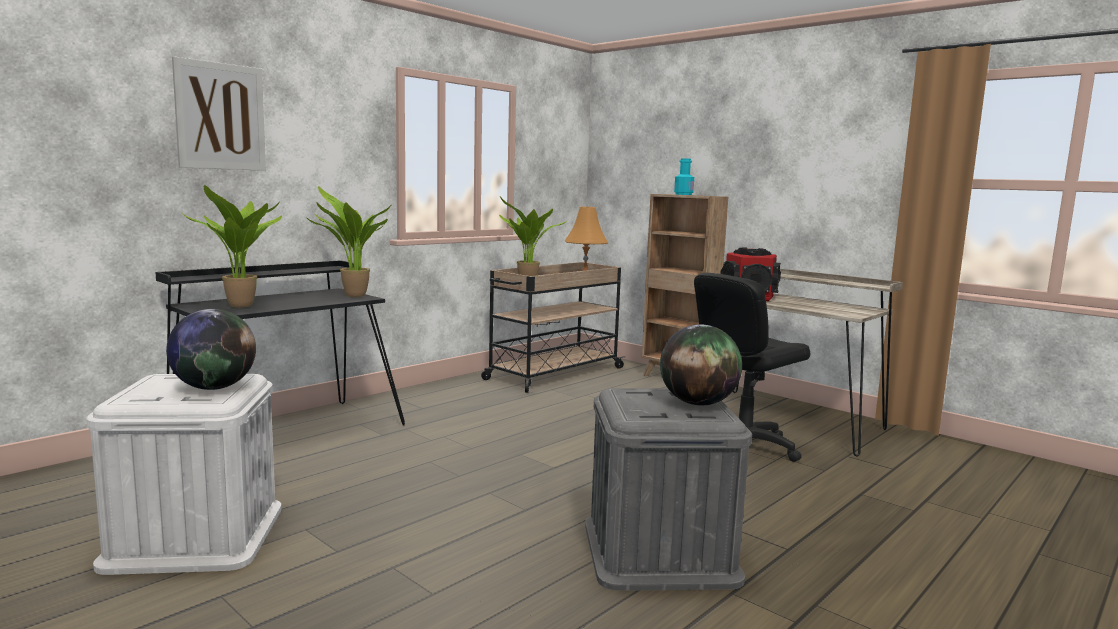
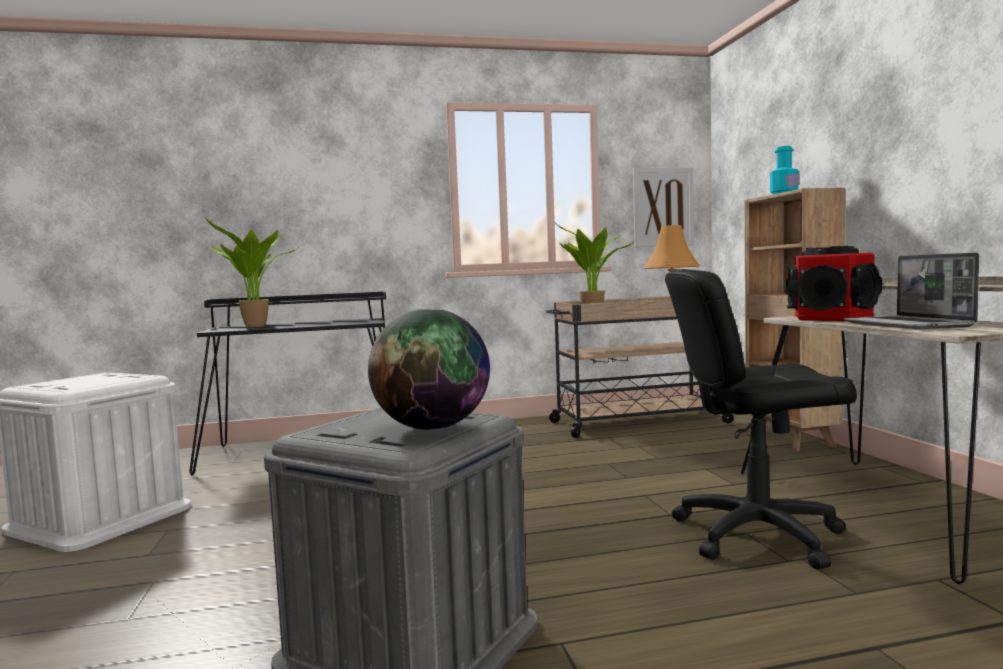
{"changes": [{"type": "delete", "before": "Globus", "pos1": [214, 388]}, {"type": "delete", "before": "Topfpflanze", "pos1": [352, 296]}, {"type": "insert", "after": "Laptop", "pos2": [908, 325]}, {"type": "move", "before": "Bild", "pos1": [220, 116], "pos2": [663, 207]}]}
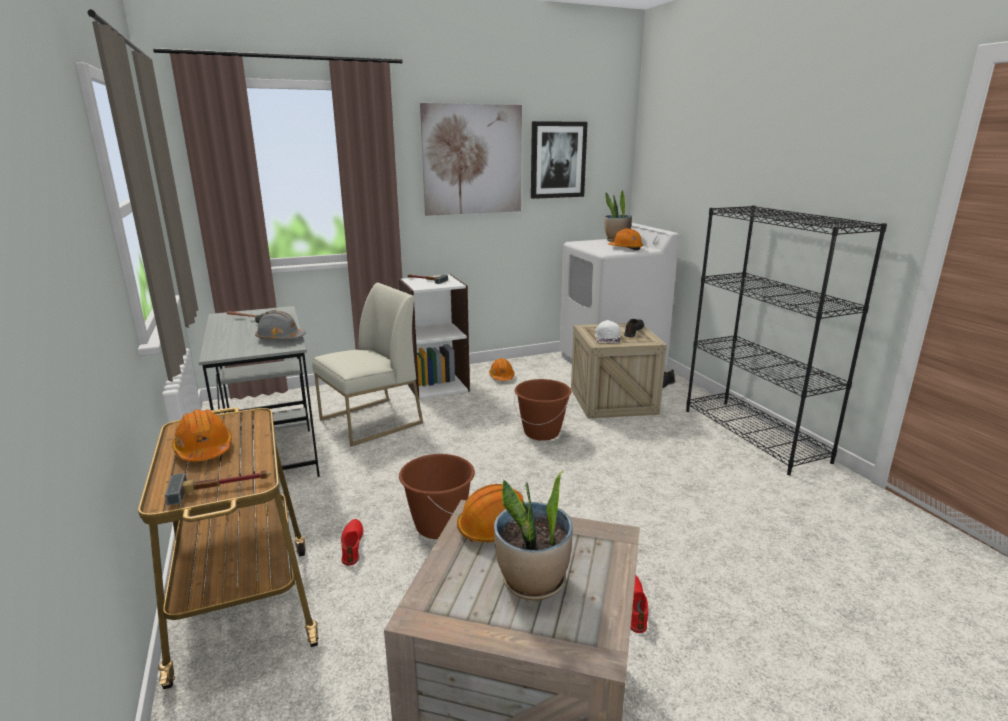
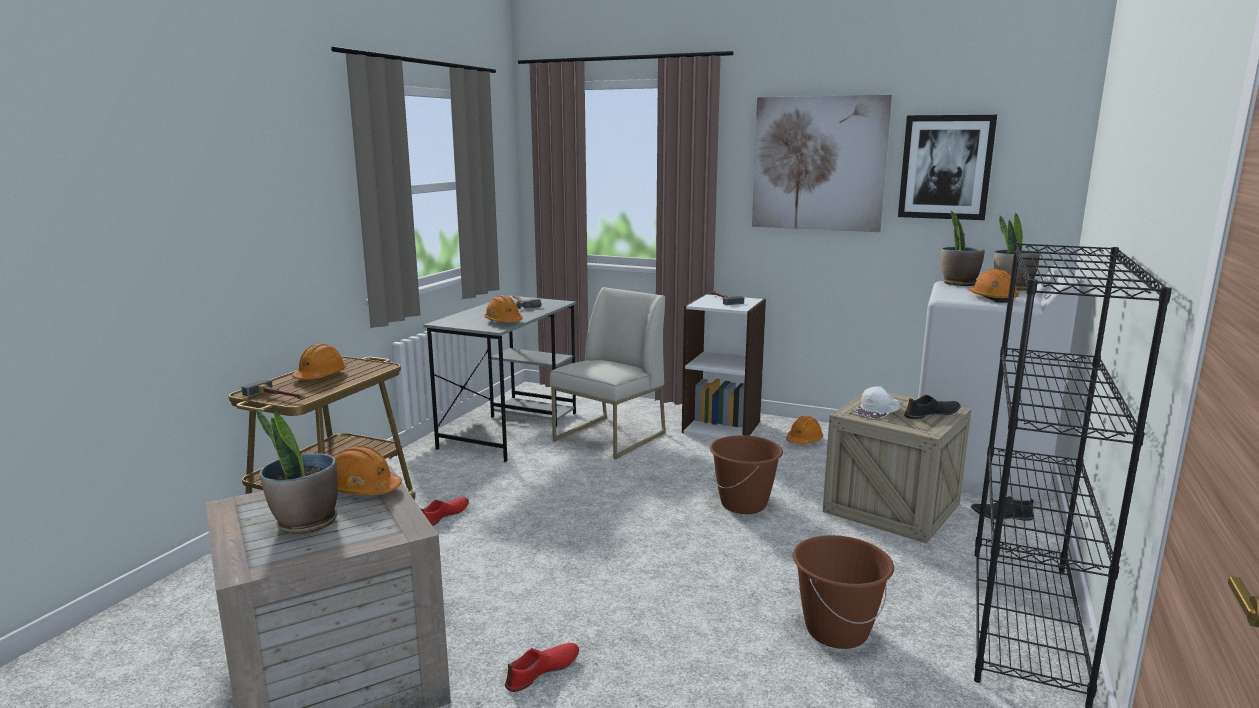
{"changes": [{"type": "insert", "after": "Topfpflanze", "pos2": [958, 284]}, {"type": "move", "before": "Eimer/braun", "pos1": [438, 525], "pos2": [836, 630]}, {"type": "recolor", "before": "Schutzhelm/grau", "after": "Schutzhelm/orange", "pos1": [280, 338], "pos2": [504, 321]}, {"type": "rotate", "before": "Stuhl/weiß", "pos1": [370, 422], "pos2": [610, 437], "turn": -60}]}
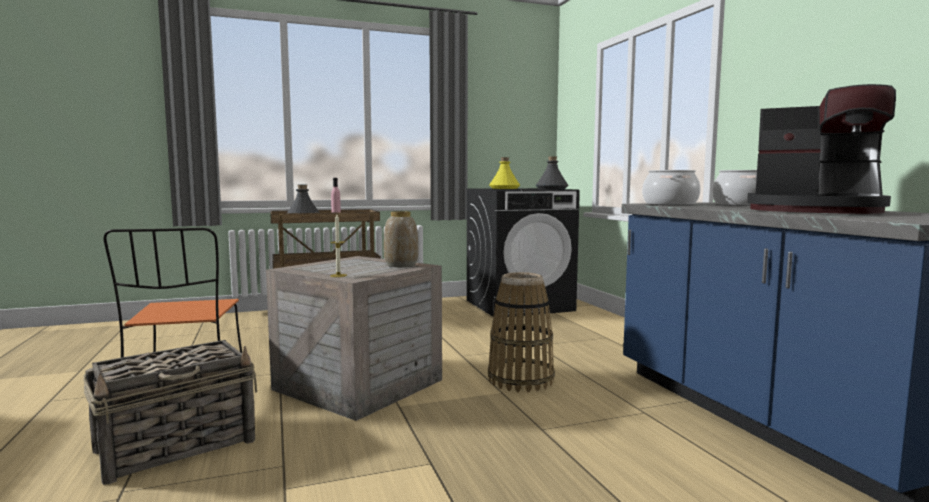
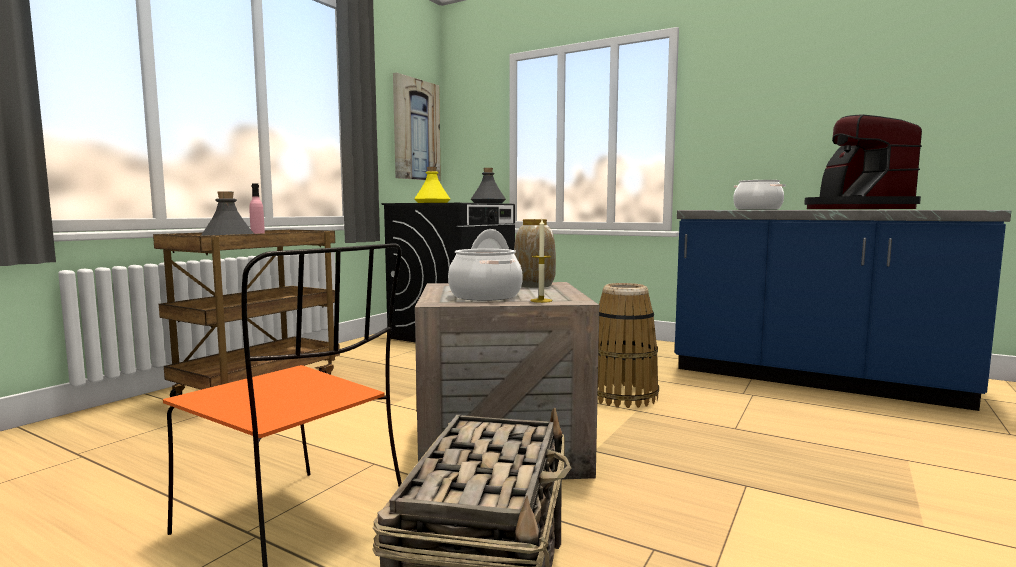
{"changes": [{"type": "insert", "after": "Bild", "pos2": [416, 130]}, {"type": "move", "before": "Kochtopf", "pos1": [669, 204], "pos2": [485, 296]}, {"type": "rotate", "before": "Kaffeemaschine", "pos1": [814, 210], "pos2": [854, 209], "turn": 105}]}
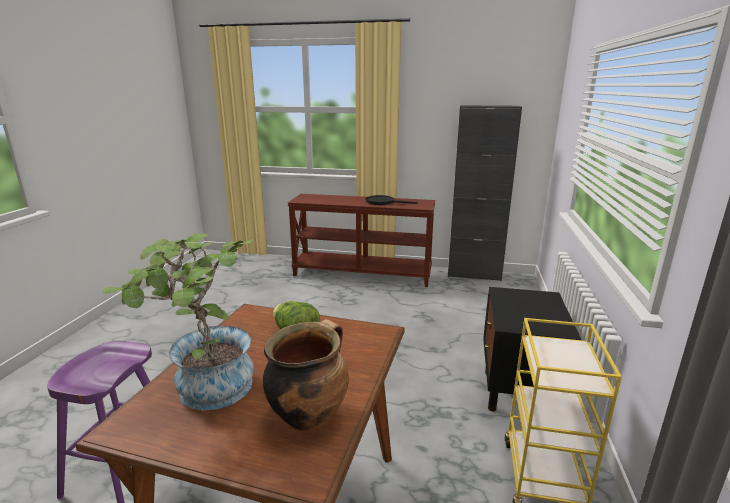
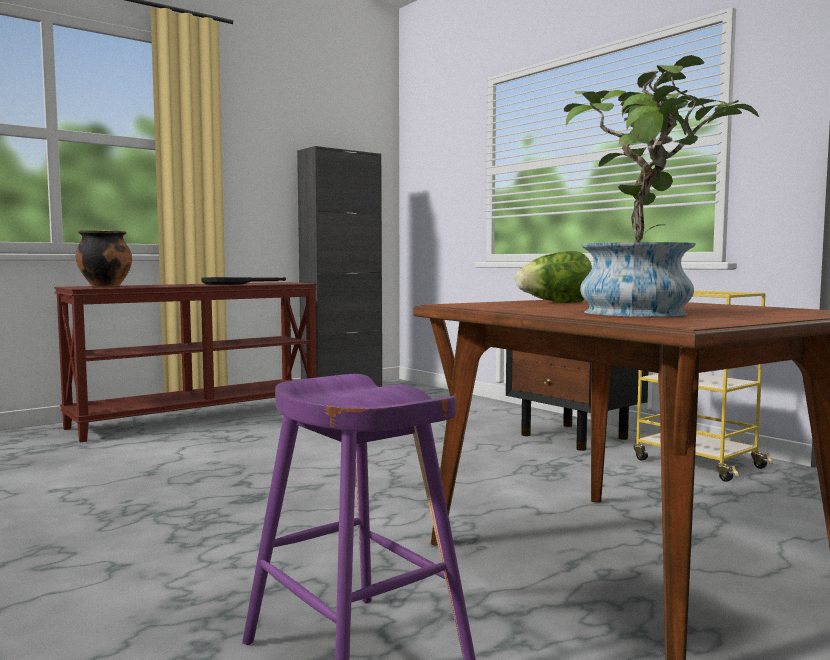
{"changes": [{"type": "move", "before": "Kochtopf", "pos1": [309, 414], "pos2": [105, 286]}]}
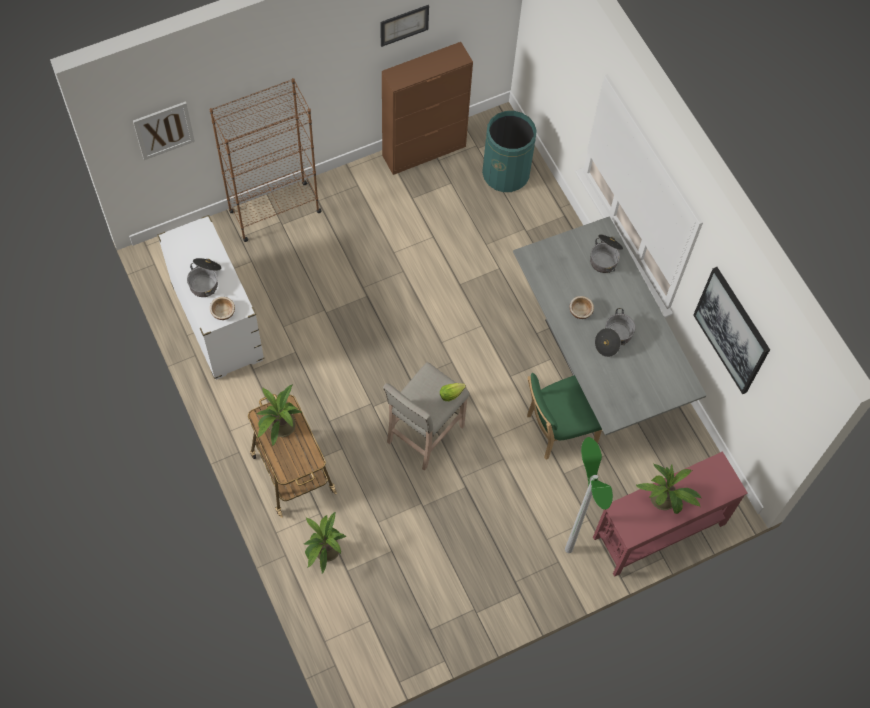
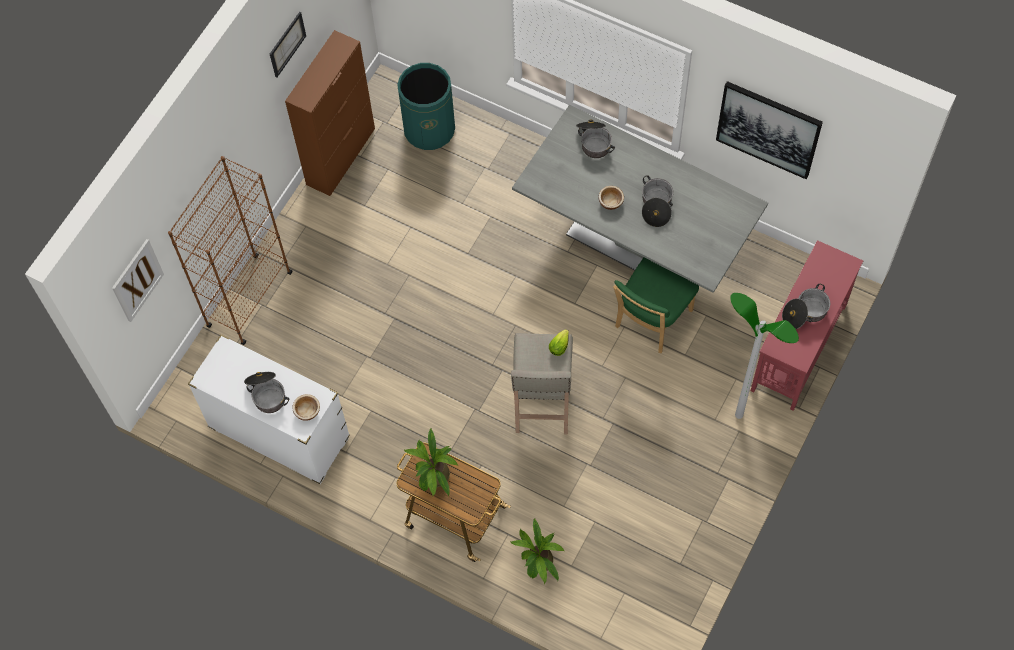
{"changes": [{"type": "replace", "before": "Topfpflanze", "after": "Kochtopf", "pos1": [665, 501], "pos2": [805, 313]}]}
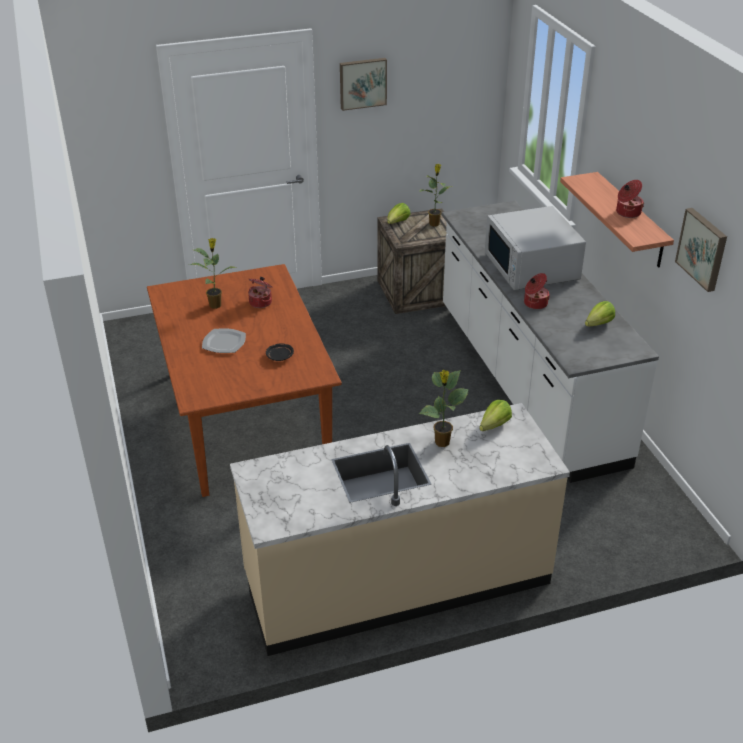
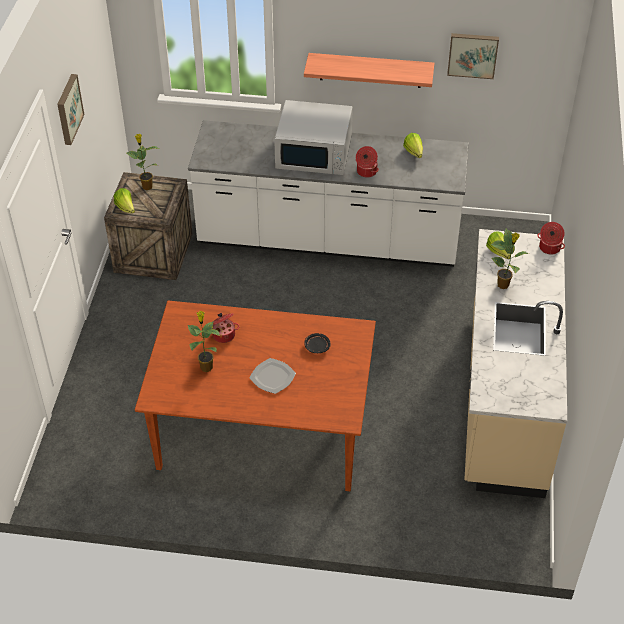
{"changes": [{"type": "move", "before": "Kochtopf", "pos1": [627, 212], "pos2": [549, 248]}]}
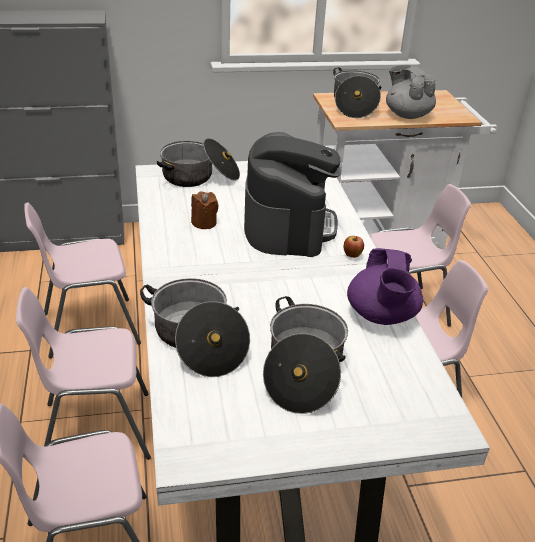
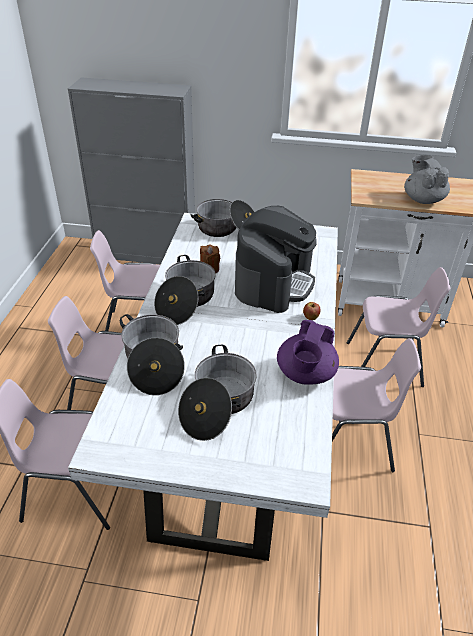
{"changes": [{"type": "move", "before": "Kochtopf", "pos1": [354, 105], "pos2": [186, 302]}]}
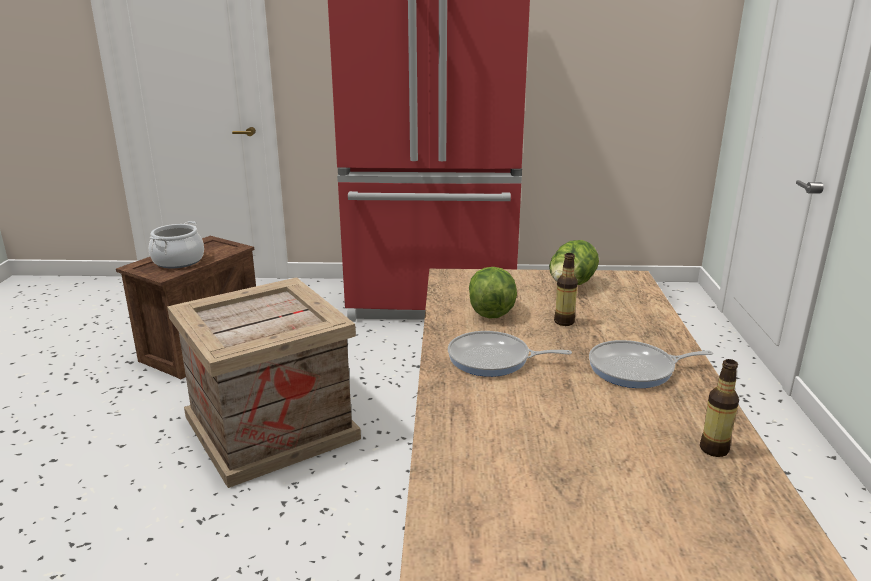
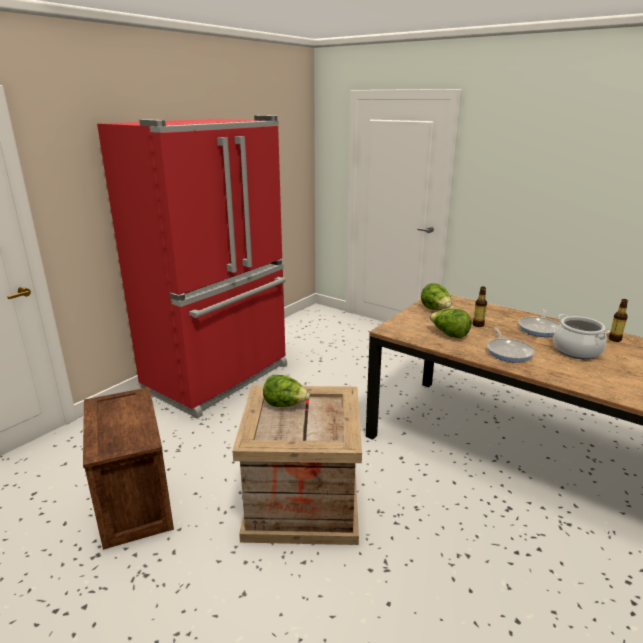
{"changes": [{"type": "insert", "after": "Salatkopf", "pos2": [285, 405]}, {"type": "move", "before": "Kochtopf", "pos1": [178, 261], "pos2": [577, 351]}, {"type": "rotate", "before": "Pfanne", "pos1": [493, 359], "pos2": [508, 351], "turn": -45}]}
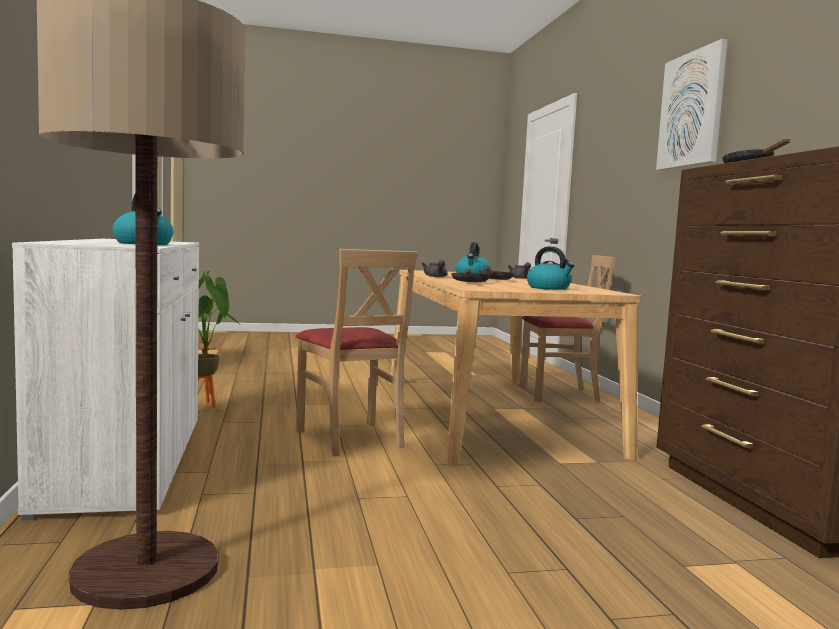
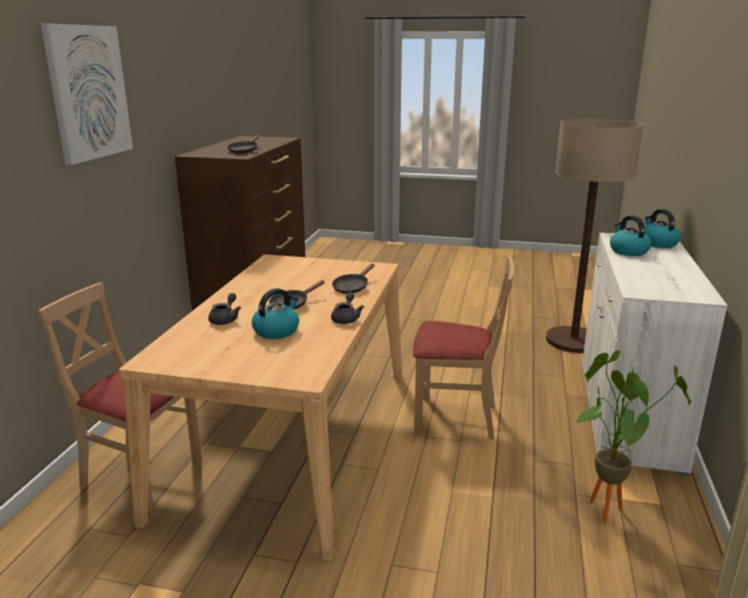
{"changes": [{"type": "move", "before": "Wasserkessel", "pos1": [549, 288], "pos2": [657, 243]}, {"type": "rotate", "before": "Stuhl/beige", "pos1": [351, 438], "pos2": [455, 418], "turn": 105}]}
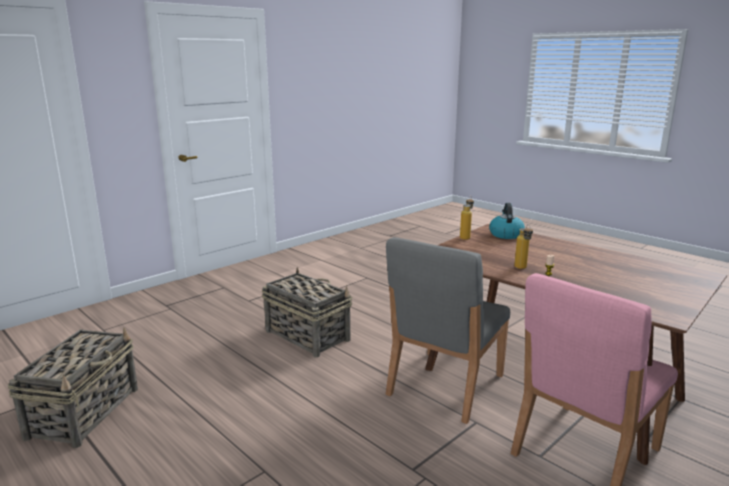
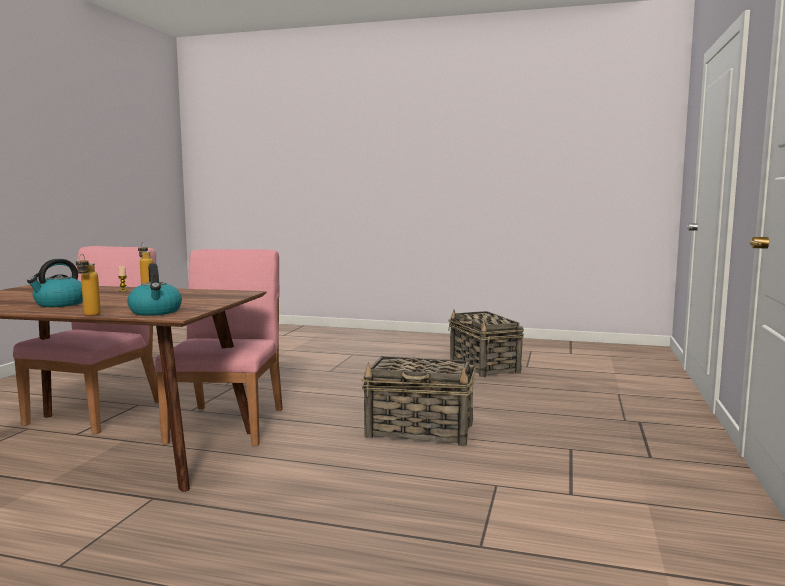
{"changes": [{"type": "insert", "after": "Wasserkessel", "pos2": [60, 304]}, {"type": "move", "before": "Flasche", "pos1": [466, 237], "pos2": [89, 315]}, {"type": "recolor", "before": "Stuhl/grau", "after": "Stuhl/rosa", "pos1": [444, 385], "pos2": [228, 424]}]}
